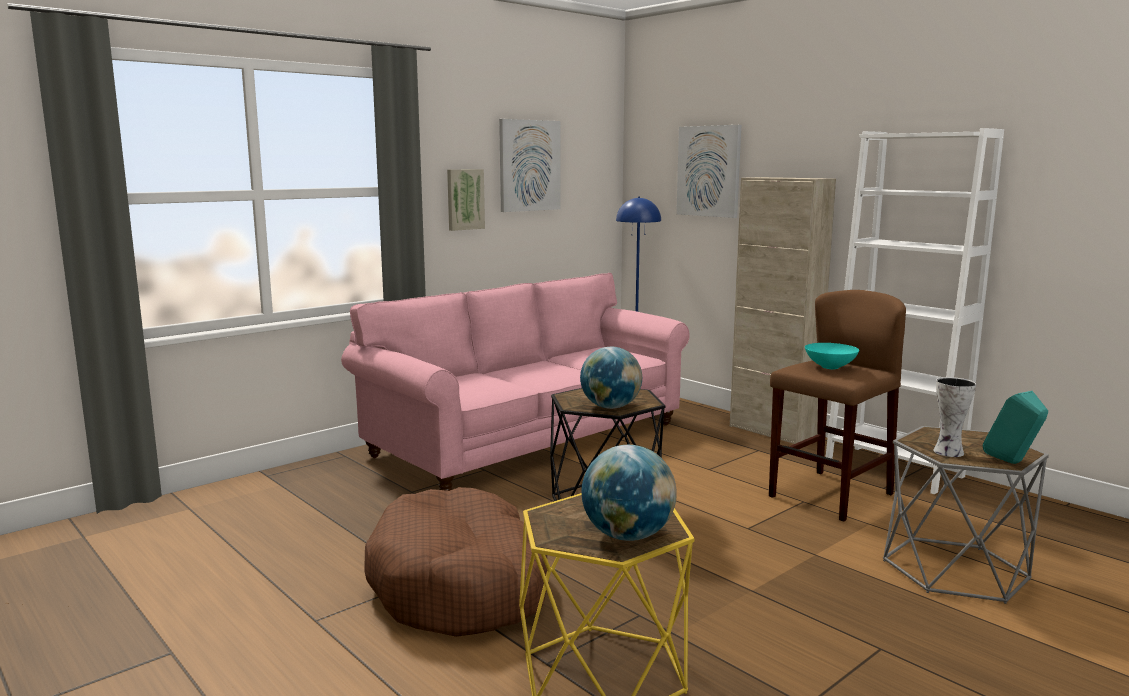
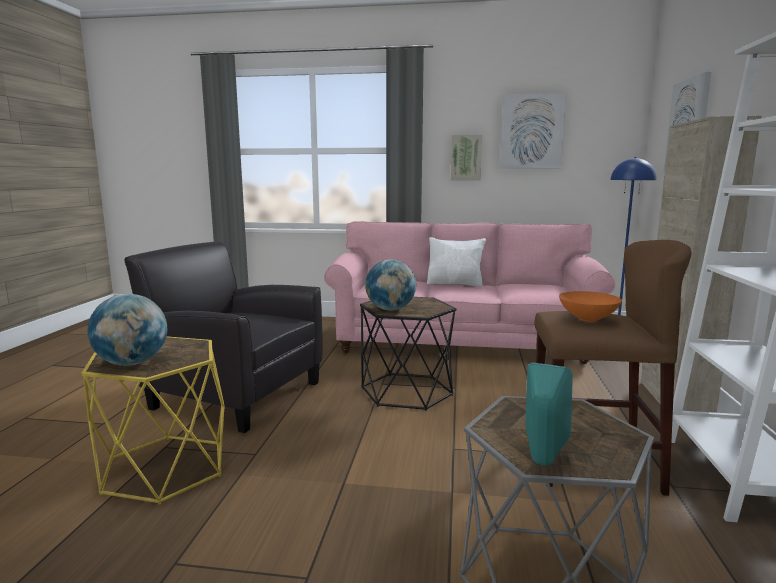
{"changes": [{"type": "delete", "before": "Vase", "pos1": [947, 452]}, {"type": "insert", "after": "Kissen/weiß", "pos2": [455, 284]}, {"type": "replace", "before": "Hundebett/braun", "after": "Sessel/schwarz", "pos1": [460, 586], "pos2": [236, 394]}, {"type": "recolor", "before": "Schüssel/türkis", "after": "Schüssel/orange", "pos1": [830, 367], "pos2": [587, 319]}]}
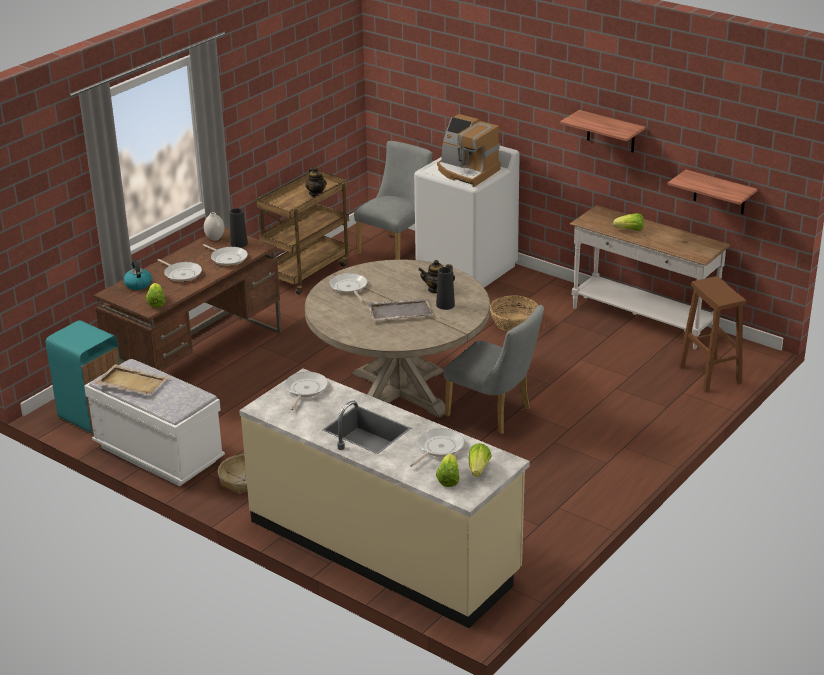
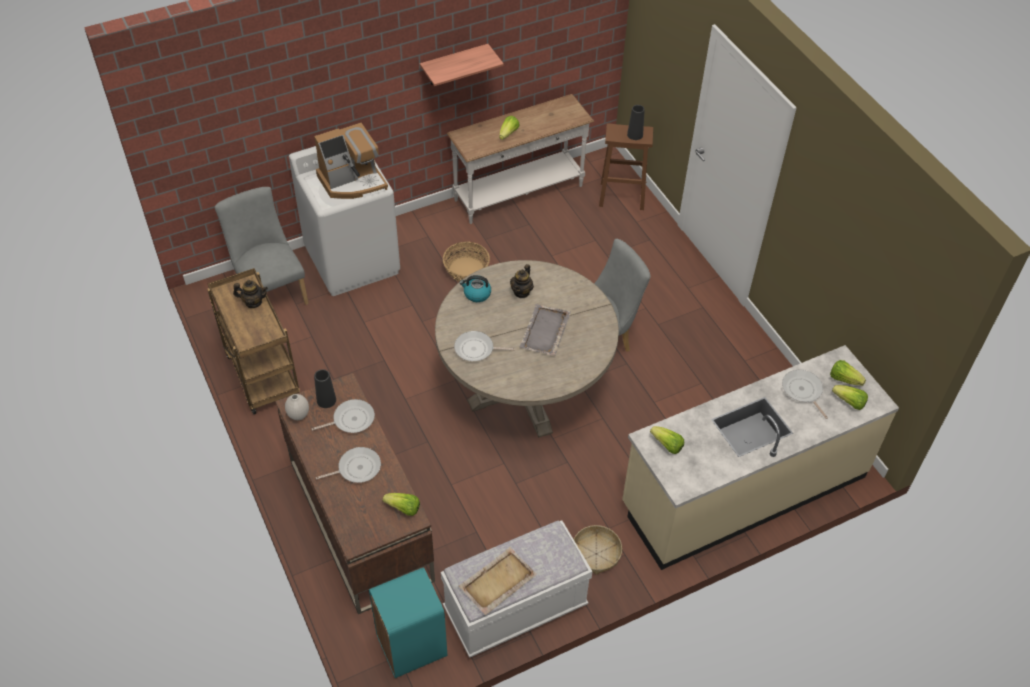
{"changes": [{"type": "delete", "before": "Wandregal", "pos1": [719, 193]}, {"type": "move", "before": "Wasserkessel", "pos1": [138, 284], "pos2": [476, 294]}, {"type": "move", "before": "Vase/schwarz", "pos1": [445, 305], "pos2": [635, 134]}, {"type": "replace", "before": "Pfanne", "after": "Salatkopf", "pos1": [305, 389], "pos2": [667, 445]}]}
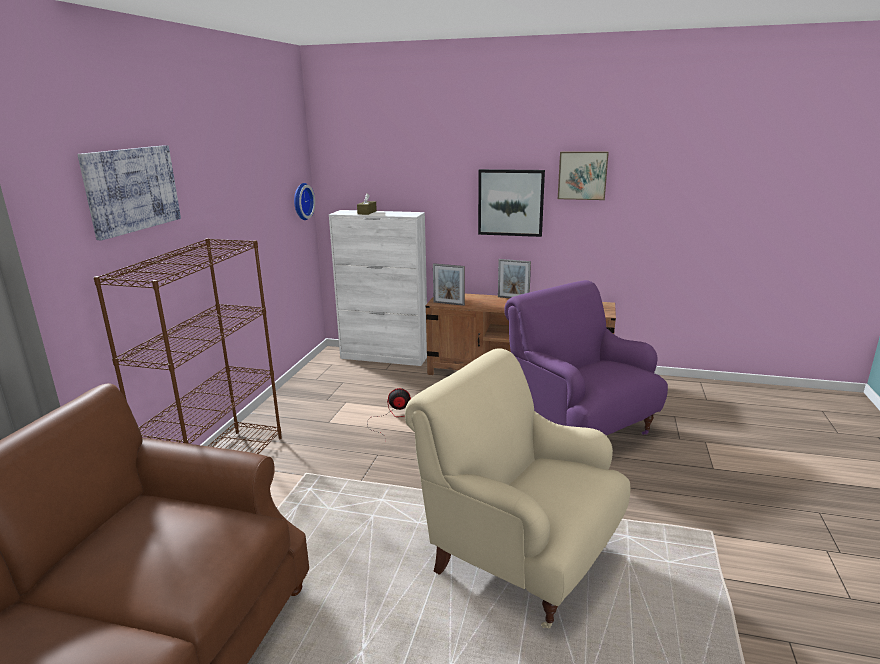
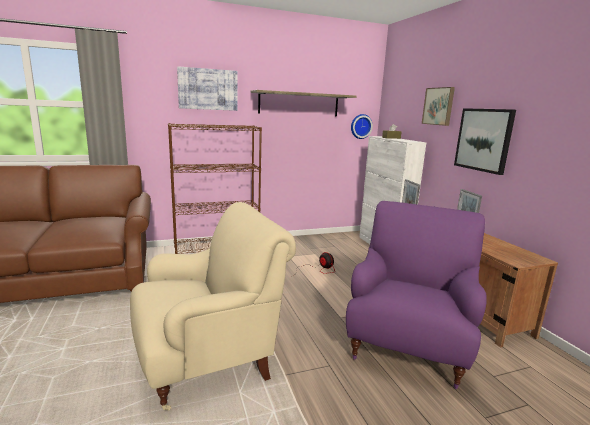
{"changes": [{"type": "insert", "after": "Wandregal", "pos2": [299, 104]}, {"type": "move", "before": "Bild", "pos1": [582, 175], "pos2": [439, 106]}, {"type": "rotate", "before": "Sessel/beige", "pos1": [519, 557], "pos2": [208, 360], "turn": 60}]}
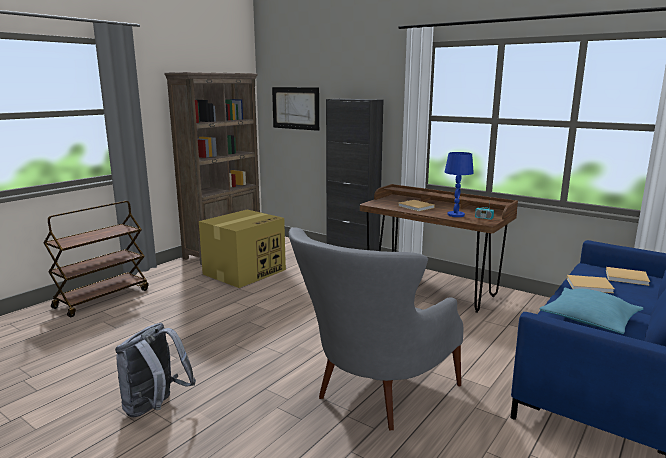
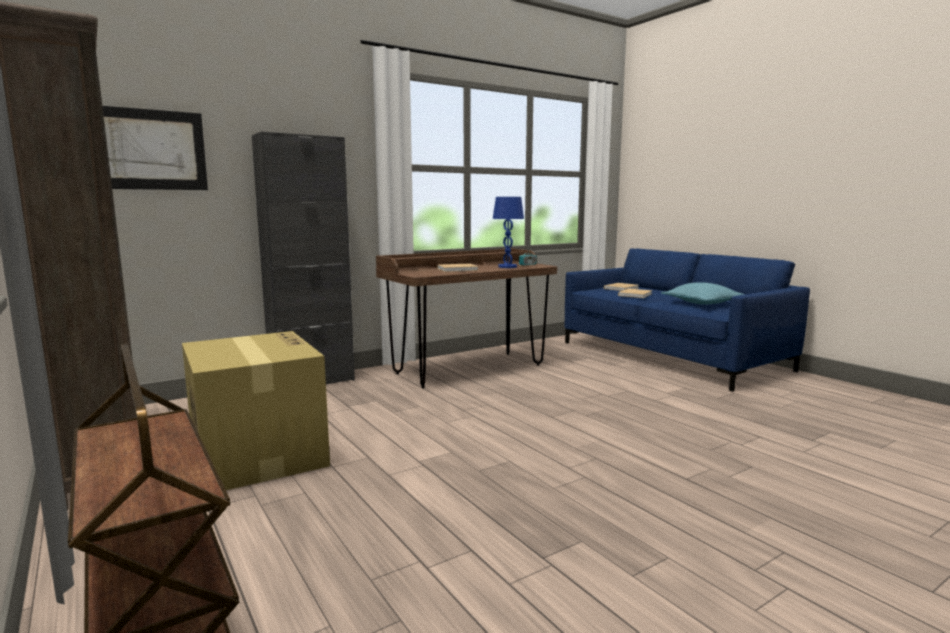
{"changes": [{"type": "delete", "before": "Rucksack/grau", "pos1": [155, 408]}, {"type": "delete", "before": "Sessel/grau", "pos1": [372, 396]}]}
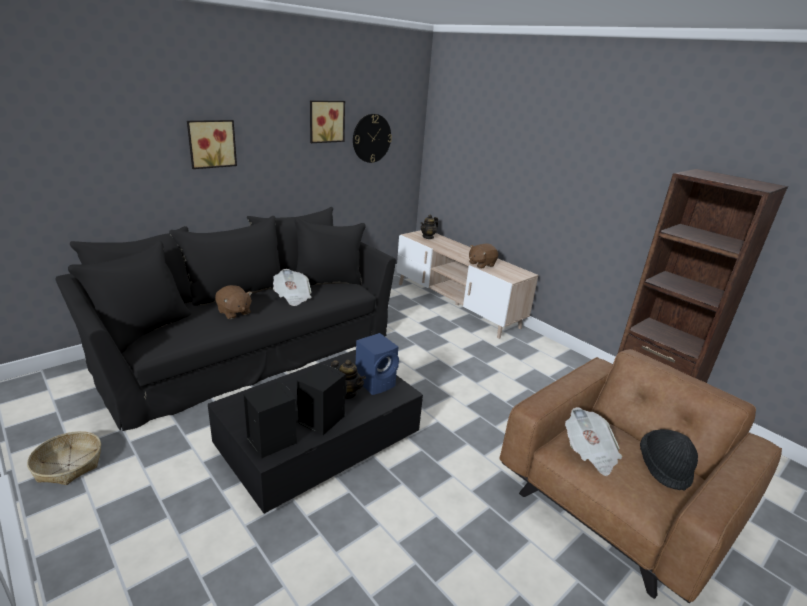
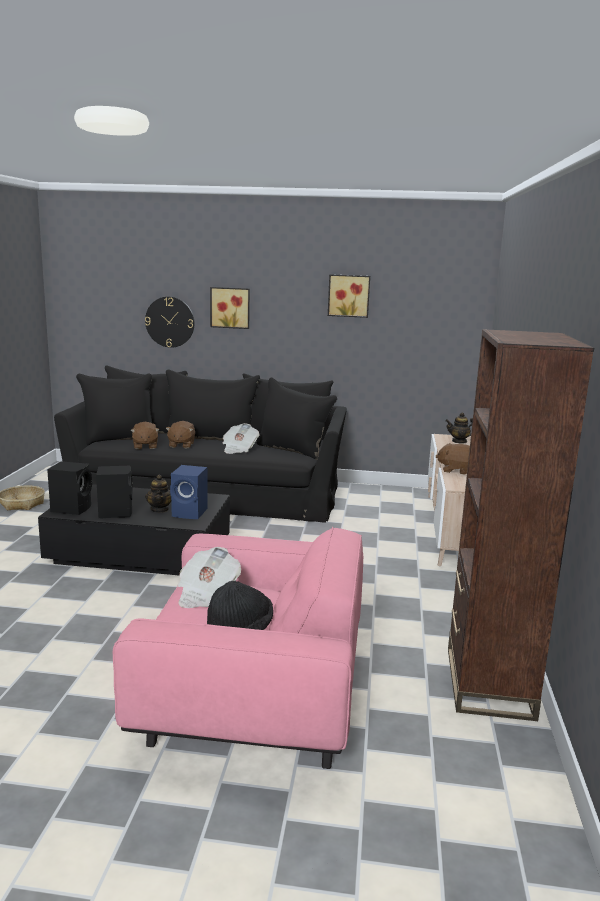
{"changes": [{"type": "insert", "after": "Plüschtier/braun", "pos2": [145, 446]}, {"type": "move", "before": "Wanduhr", "pos1": [371, 138], "pos2": [170, 322]}, {"type": "recolor", "before": "Sessel/braun", "after": "Sessel/rosa", "pos1": [615, 505], "pos2": [254, 698]}]}
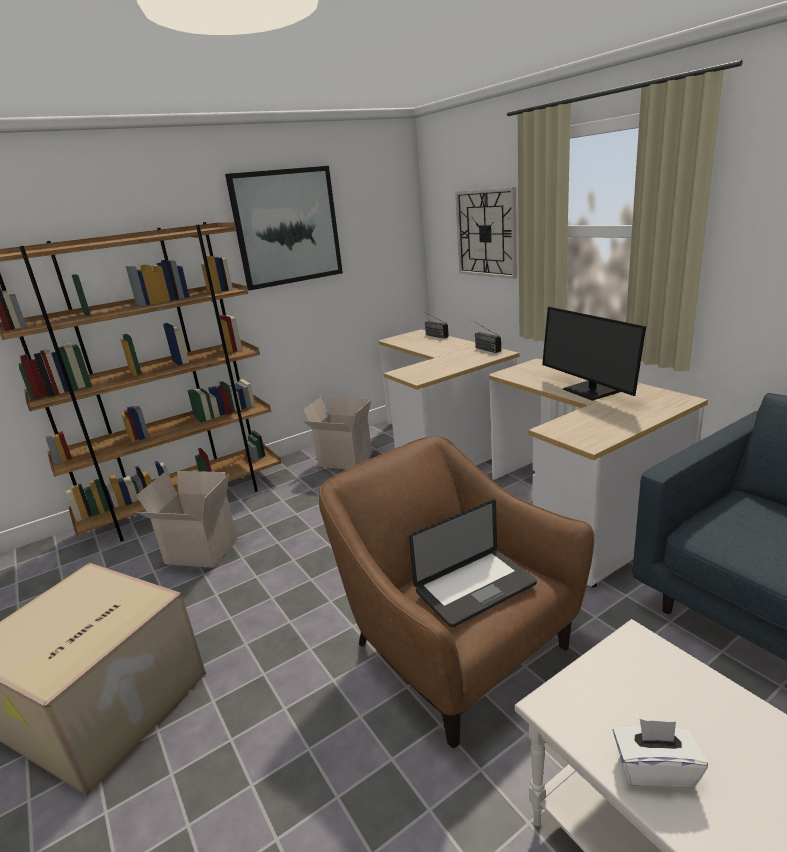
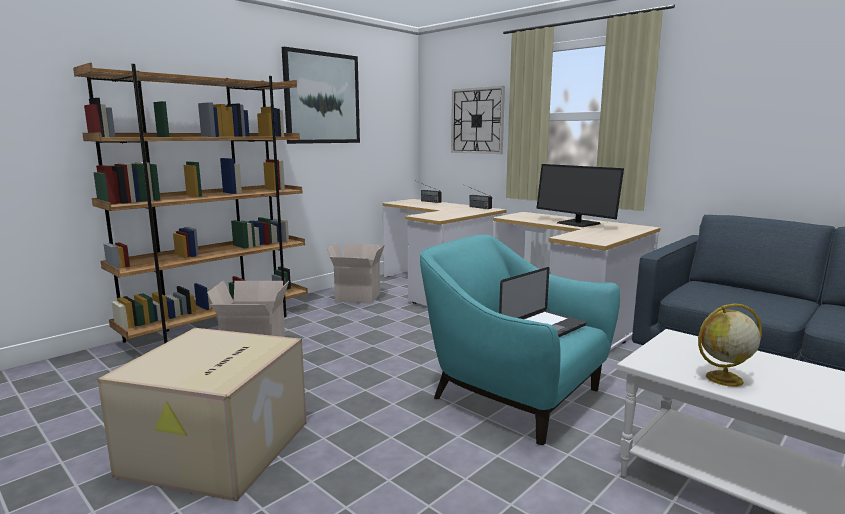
{"changes": [{"type": "replace", "before": "Taschentuchbox/weiß", "after": "Globus", "pos1": [654, 769], "pos2": [723, 379]}, {"type": "recolor", "before": "Sessel/braun", "after": "Sessel/türkis", "pos1": [455, 647], "pos2": [513, 395]}]}
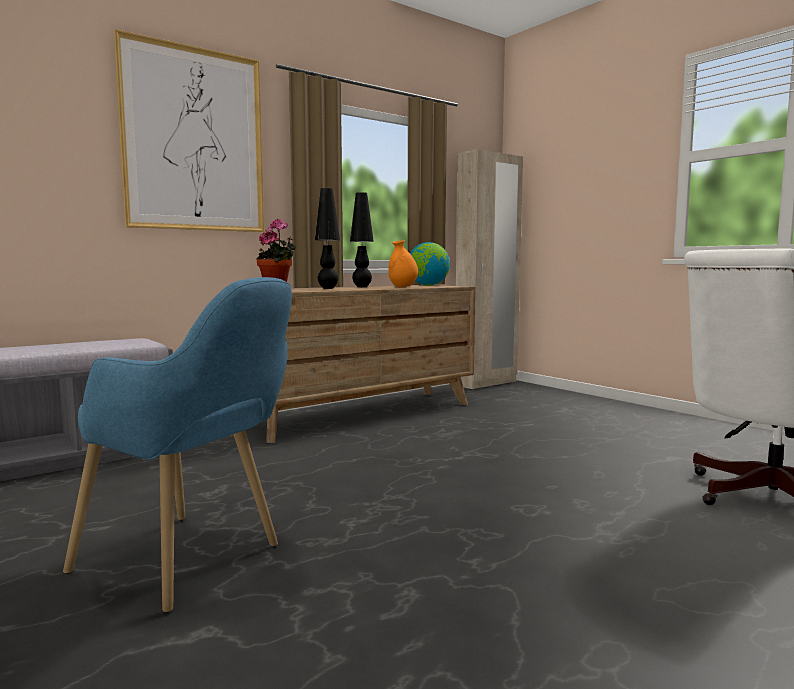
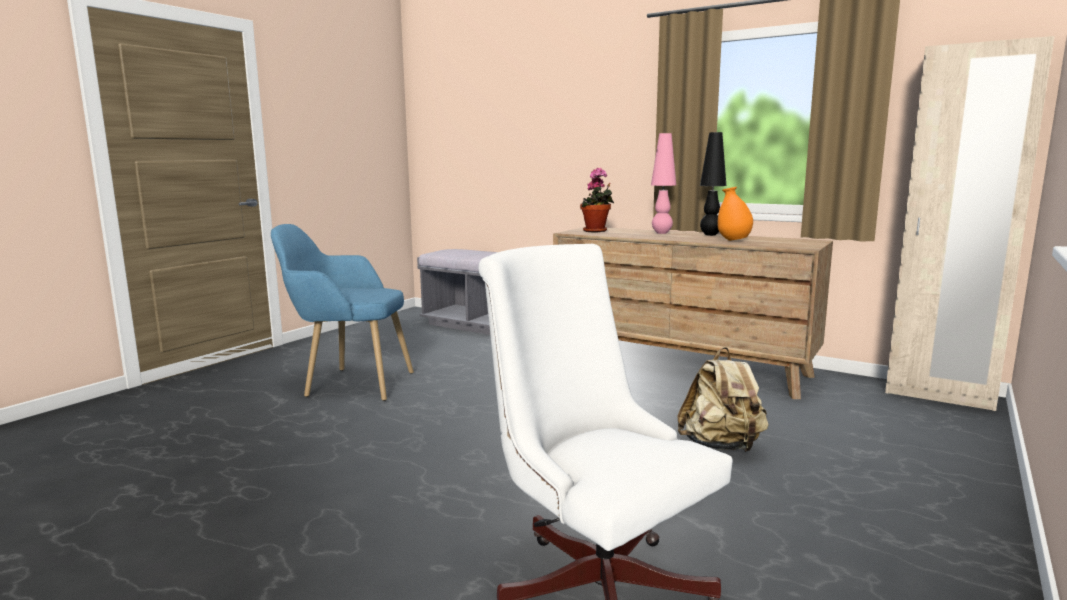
{"changes": [{"type": "delete", "before": "Bild", "pos1": [194, 140]}, {"type": "delete", "before": "Globus", "pos1": [428, 285]}, {"type": "insert", "after": "Rucksack/beige", "pos2": [721, 446]}, {"type": "recolor", "before": "Tischlampe/schwarz", "after": "Tischlampe/rosa", "pos1": [328, 288], "pos2": [661, 233]}, {"type": "rotate", "before": "Sessel/blau", "pos1": [195, 565], "pos2": [347, 383], "turn": 90}]}
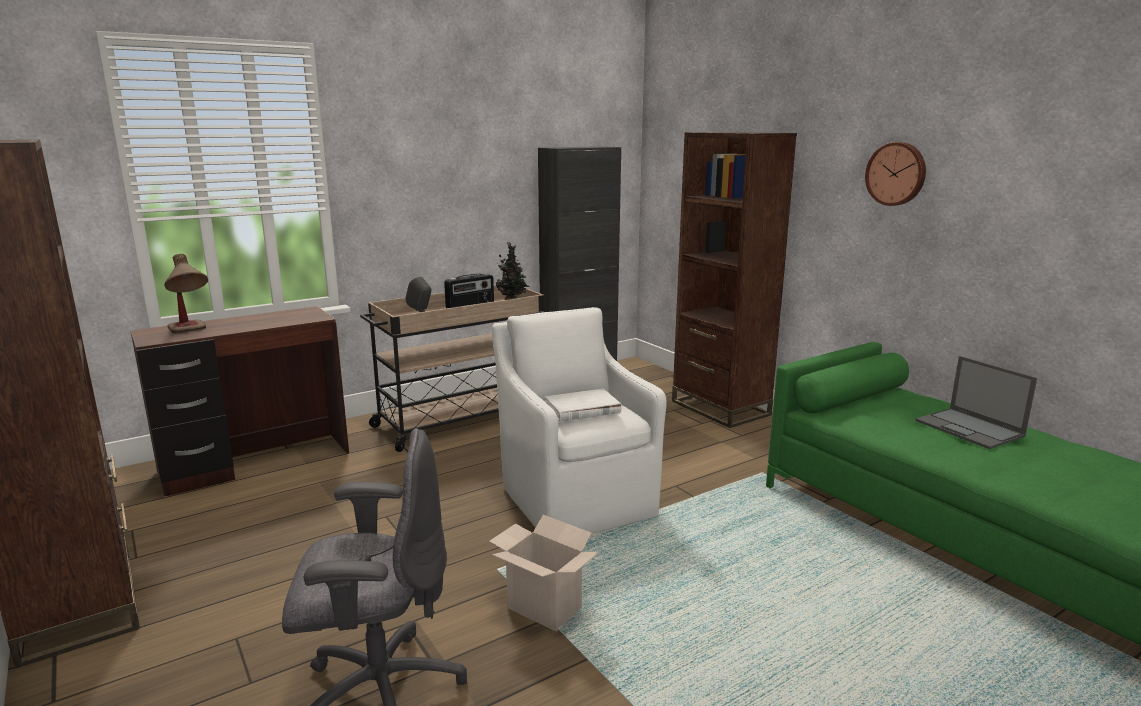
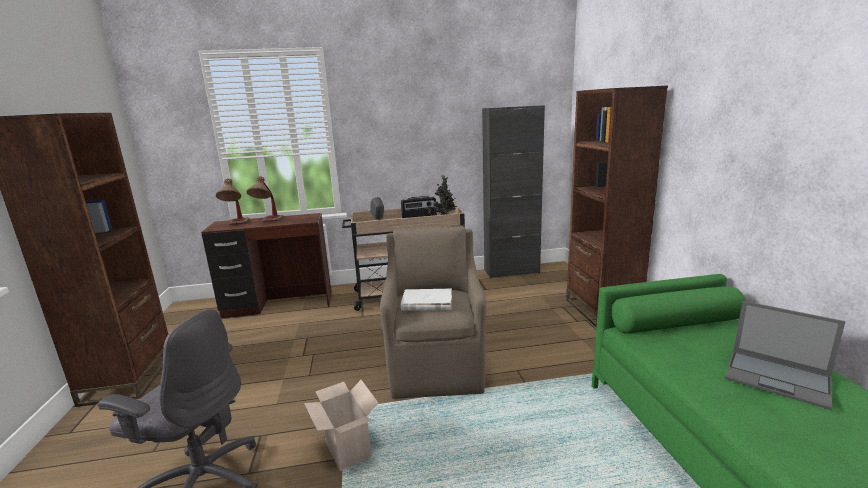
{"changes": [{"type": "delete", "before": "Wanduhr", "pos1": [896, 174]}, {"type": "insert", "after": "Tischlampe", "pos2": [269, 222]}, {"type": "recolor", "before": "Sessel/weiß", "after": "Sessel/braun", "pos1": [576, 499], "pos2": [437, 366]}, {"type": "rotate", "before": "Laptop", "pos1": [970, 429], "pos2": [778, 378], "turn": -45}]}
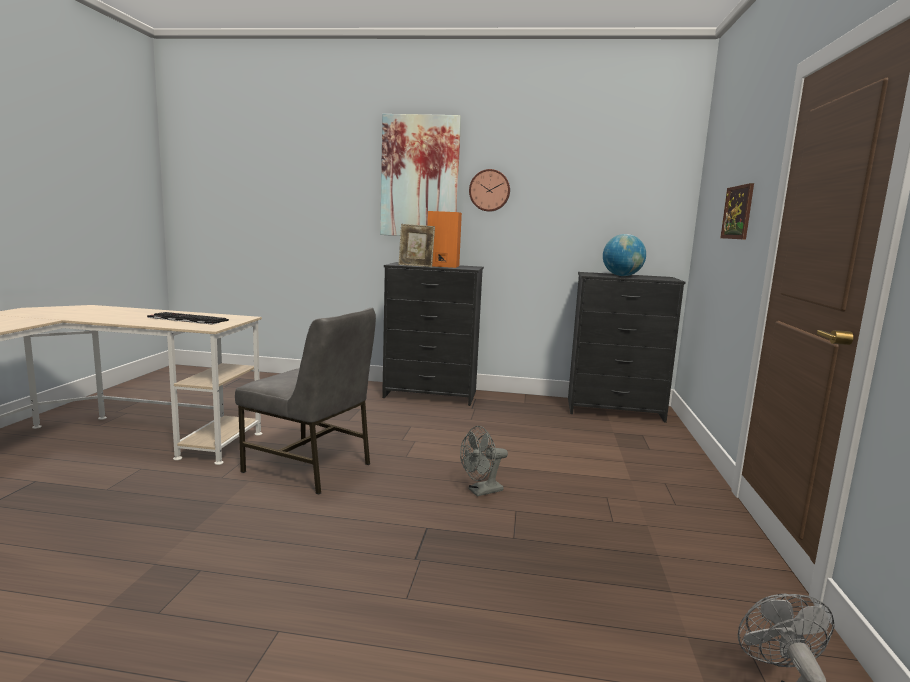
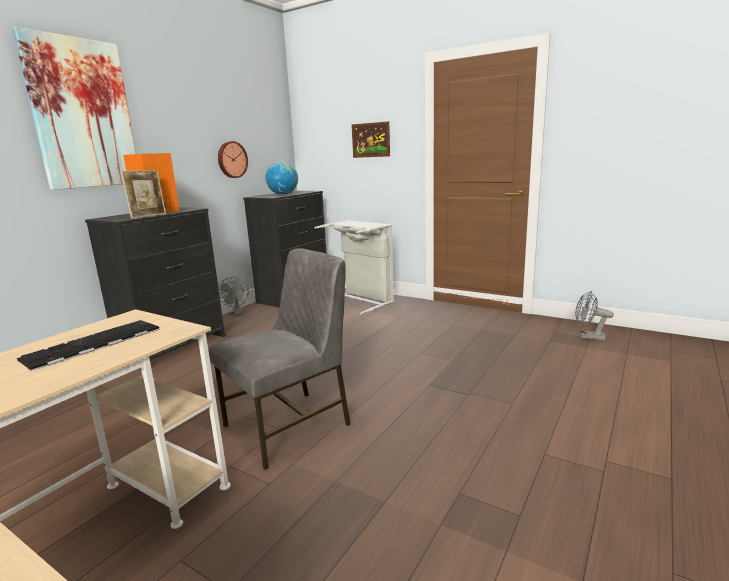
{"changes": [{"type": "insert", "after": "Wäschekorb/grau", "pos2": [362, 301]}, {"type": "move", "before": "Ventilator/grau", "pos1": [481, 491], "pos2": [236, 313]}, {"type": "move", "before": "Wanduhr", "pos1": [489, 190], "pos2": [231, 159]}]}
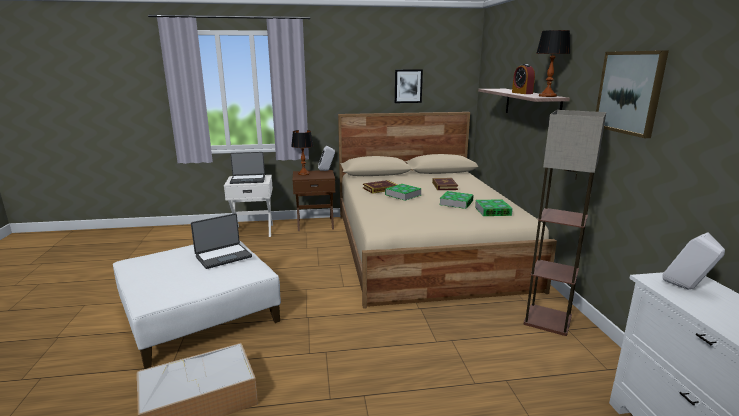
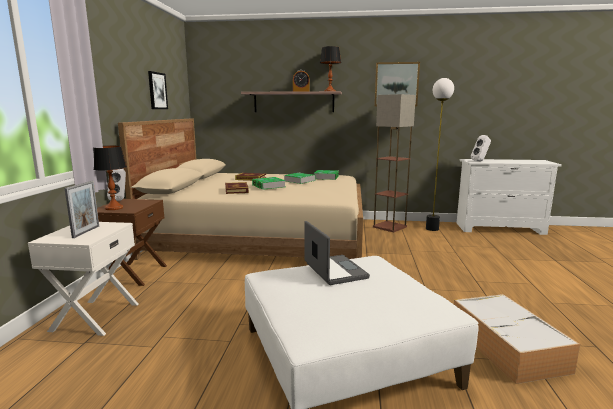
{"changes": [{"type": "insert", "after": "Stehlampe", "pos2": [432, 229]}, {"type": "replace", "before": "Laptop", "after": "Bilderrahmen", "pos1": [248, 180], "pos2": [86, 231]}]}
